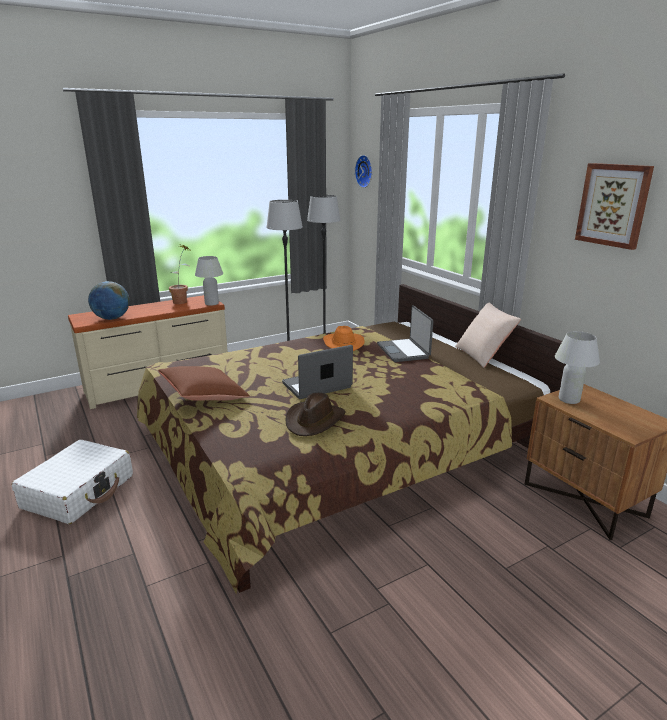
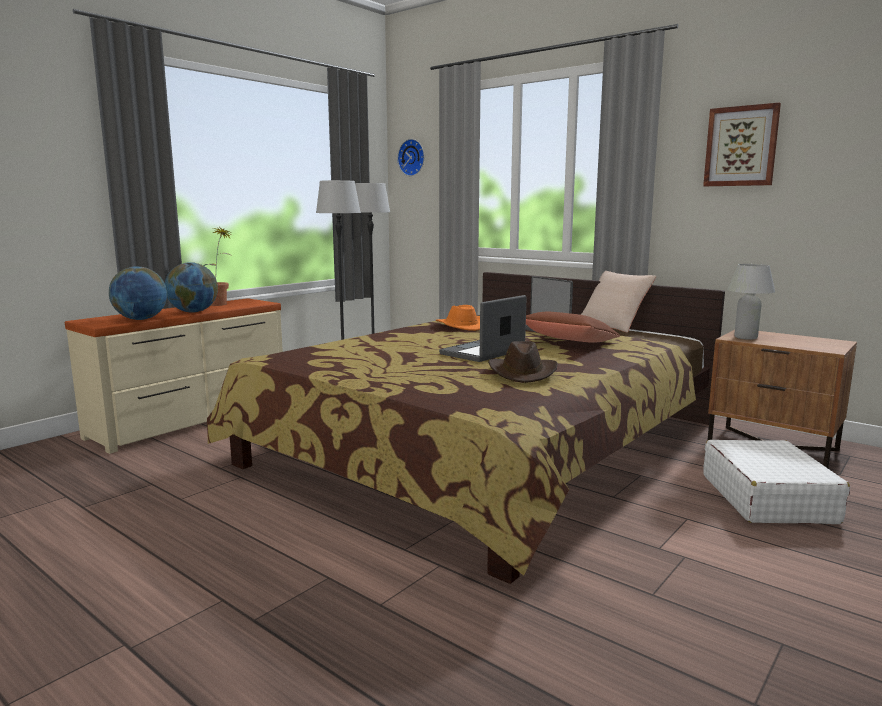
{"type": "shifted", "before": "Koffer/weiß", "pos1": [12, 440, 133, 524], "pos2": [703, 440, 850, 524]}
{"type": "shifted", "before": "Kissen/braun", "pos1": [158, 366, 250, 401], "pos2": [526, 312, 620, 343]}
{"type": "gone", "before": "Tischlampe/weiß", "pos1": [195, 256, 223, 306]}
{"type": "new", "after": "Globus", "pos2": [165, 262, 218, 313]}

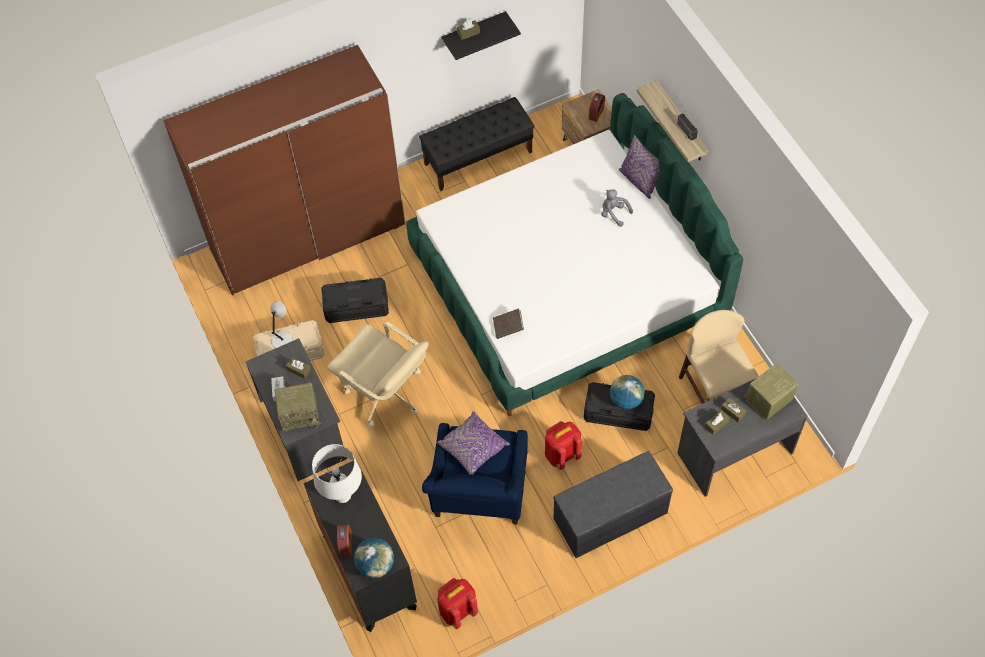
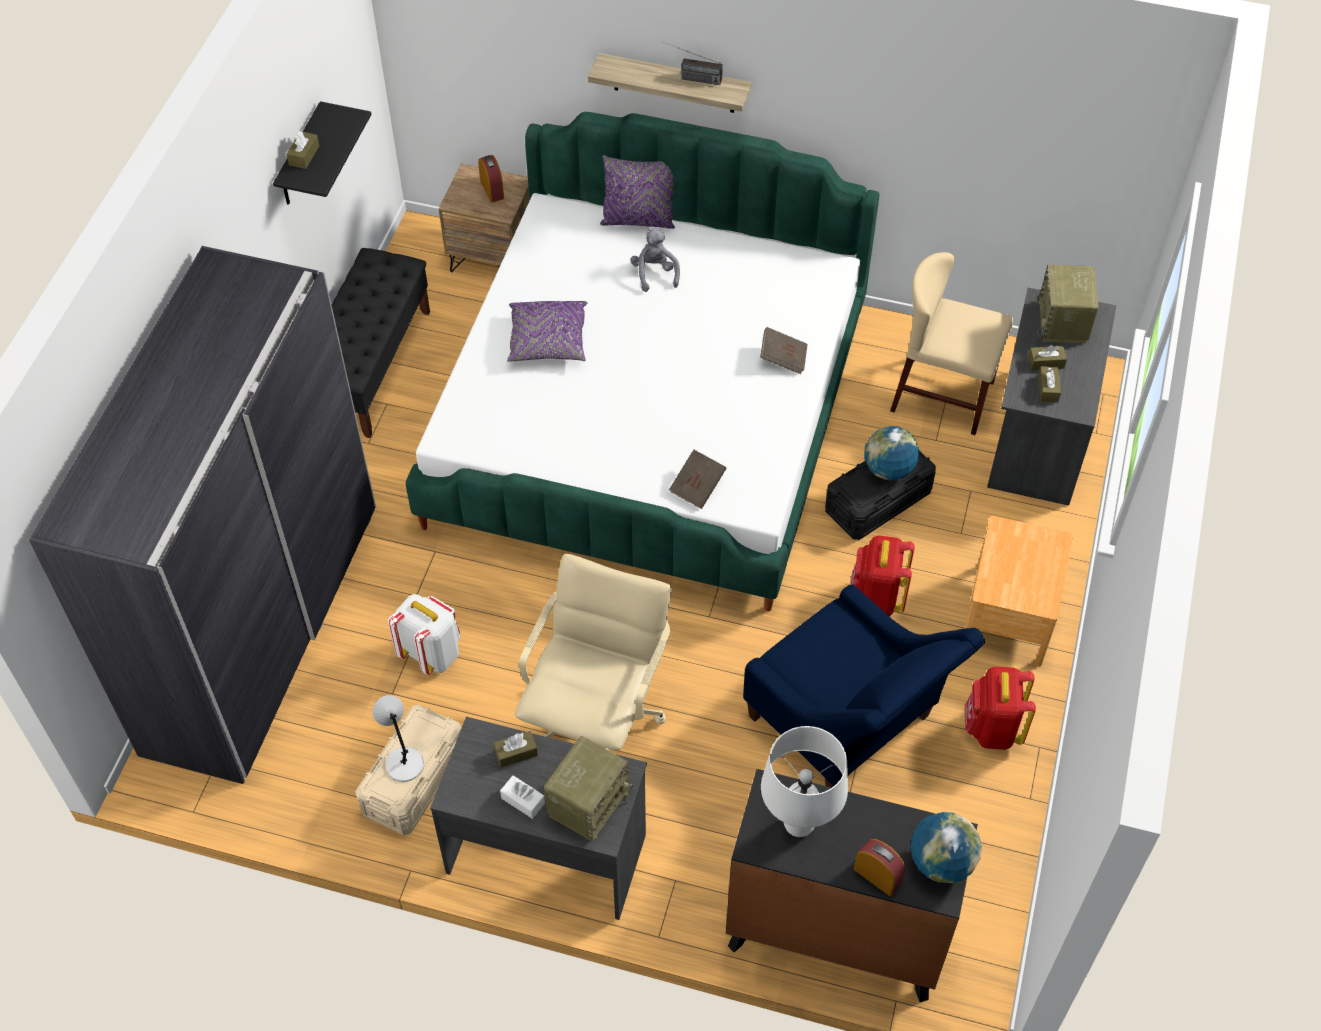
{"type": "repainted", "before": "Kleiderschrank/braun", "after": "Kleiderschrank/grau", "pos1": [163, 45, 405, 296], "pos2": [29, 246, 376, 784]}
{"type": "swapped", "before": "Aufbewahrungsbox/schwarz", "after": "Rucksack/weiß", "pos1": [321, 278, 389, 323], "pos2": [388, 594, 460, 675]}
{"type": "rotated", "before": "Bürostuhl/beige", "pos1": [327, 321, 428, 427], "pos2": [515, 554, 672, 751], "turn": -60}
{"type": "shifted", "before": "Kissen/lila", "pos1": [437, 411, 510, 475], "pos2": [507, 301, 588, 362]}
{"type": "shifted", "before": "Rucksack/rot", "pos1": [437, 578, 478, 629], "pos2": [965, 666, 1036, 750]}
{"type": "swapped", "before": "Bank/grau", "after": "Nachttisch/braun", "pos1": [553, 451, 673, 558], "pos2": [964, 516, 1073, 667]}
{"type": "rotated", "before": "Plüschtier/grau", "pos1": [601, 190, 633, 227], "pos2": [630, 227, 680, 292], "turn": 90}
{"type": "new", "after": "Buch/braun", "pos2": [760, 327, 808, 374]}

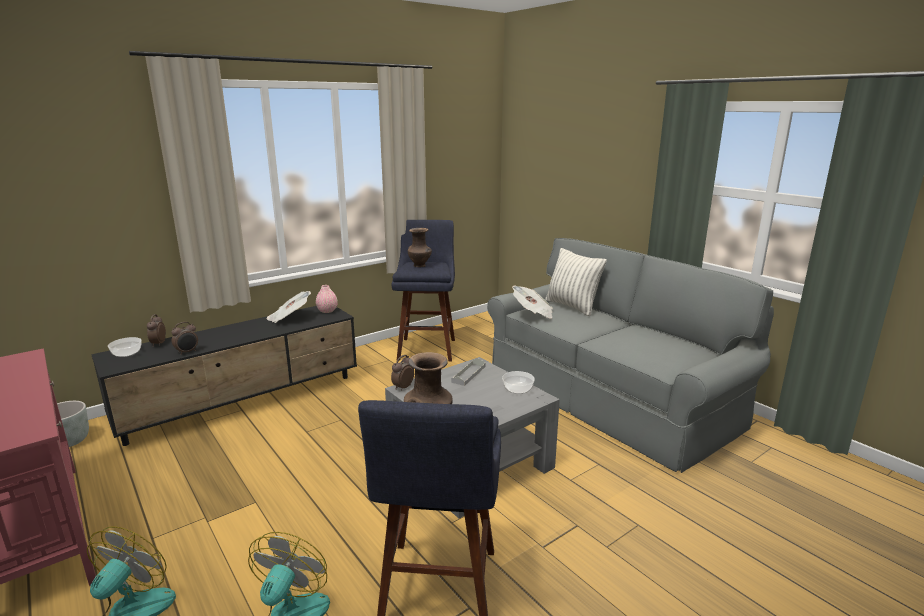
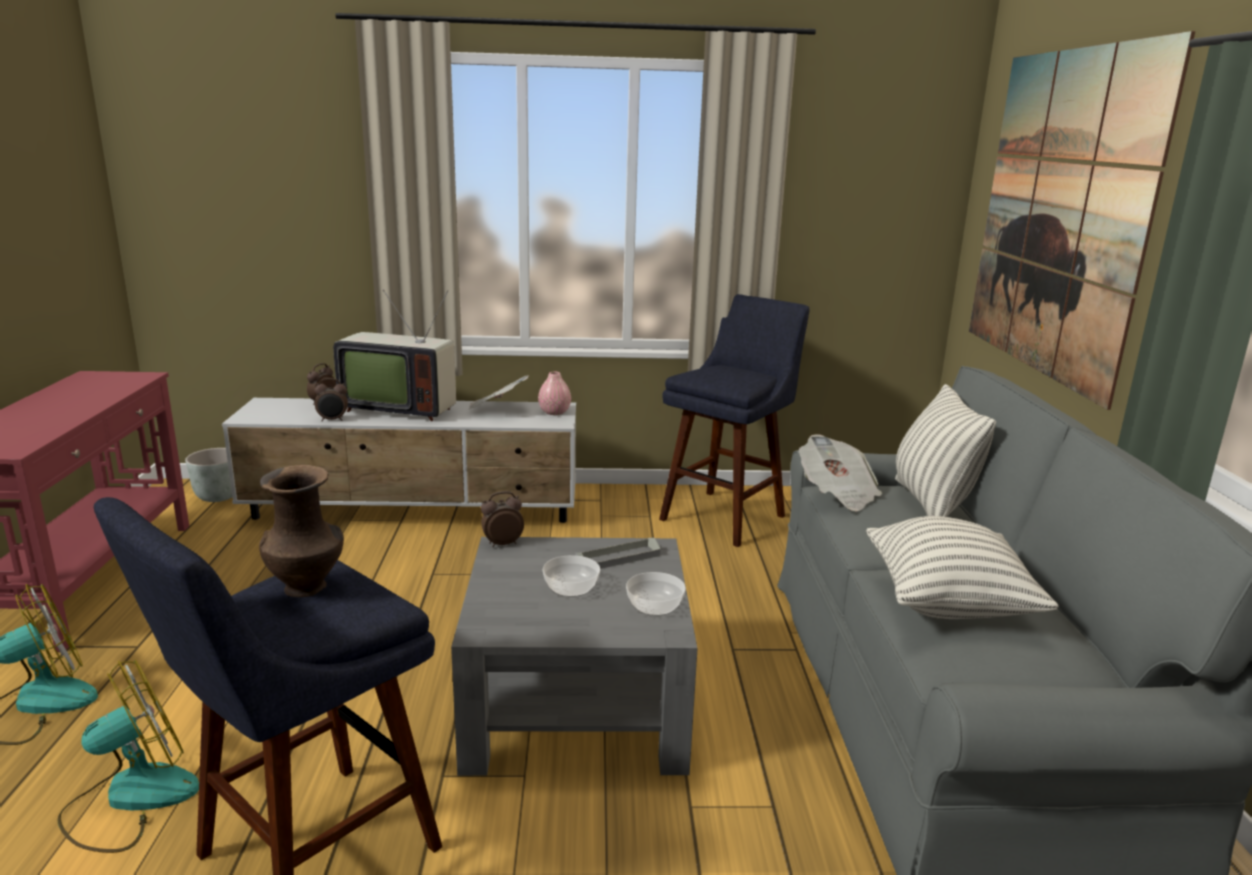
{"type": "repainted", "before": "Fernsehschrank/schwarz", "after": "Fernsehschrank/weiß", "pos1": [91, 306, 357, 446], "pos2": [222, 398, 576, 523]}
{"type": "shifted", "before": "Schüssel", "pos1": [108, 337, 142, 357], "pos2": [543, 555, 600, 597]}
{"type": "gone", "before": "Vase/braun", "pos1": [408, 228, 432, 267]}
{"type": "new", "after": "Fernseher", "pos2": [333, 290, 456, 421]}
{"type": "new", "after": "Kissen", "pos2": [866, 516, 1059, 619]}
{"type": "new", "after": "Bild", "pos2": [969, 31, 1195, 410]}

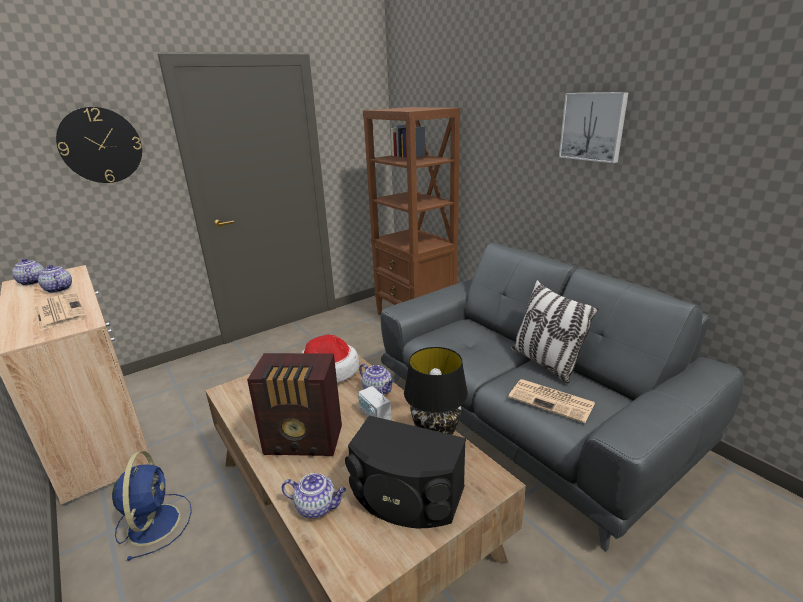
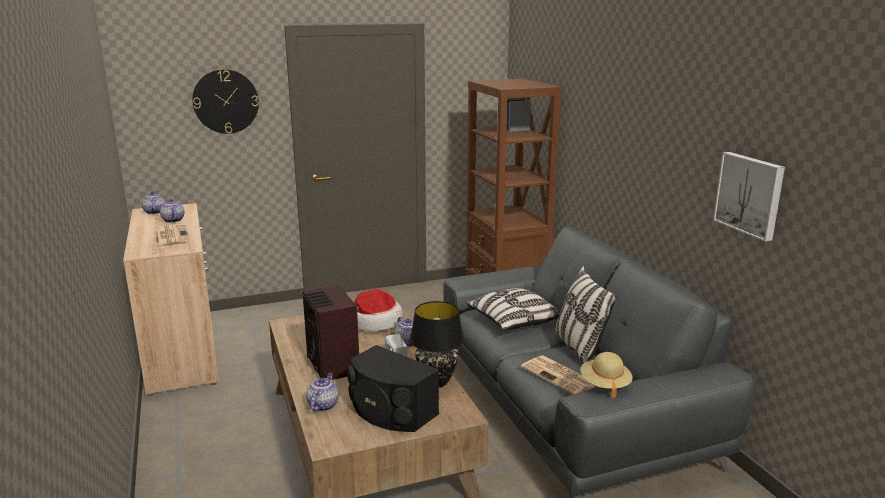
{"type": "gone", "before": "Ventilator/blau", "pos1": [112, 451, 192, 561]}
{"type": "rotated", "before": "Radio", "pos1": [247, 353, 342, 456], "pos2": [303, 285, 359, 380], "turn": 45}
{"type": "rotated", "before": "Teekanne", "pos1": [282, 473, 347, 518], "pos2": [306, 373, 339, 411], "turn": -105}
{"type": "shifted", "before": "Bild", "pos1": [559, 92, 629, 163], "pos2": [713, 152, 785, 242]}
{"type": "new", "after": "Kissen", "pos2": [466, 288, 561, 330]}
{"type": "new", "after": "Hut/beige", "pos2": [581, 352, 633, 398]}

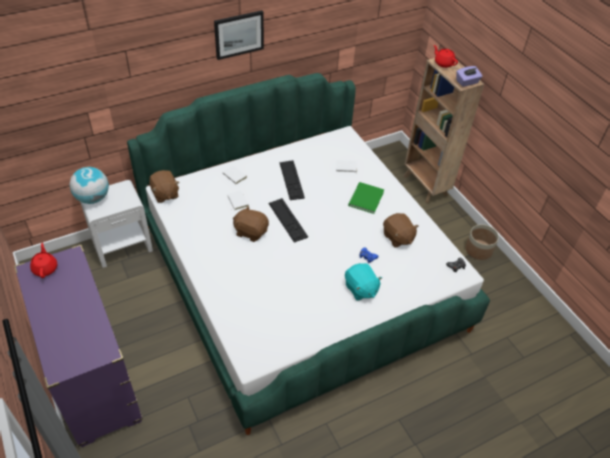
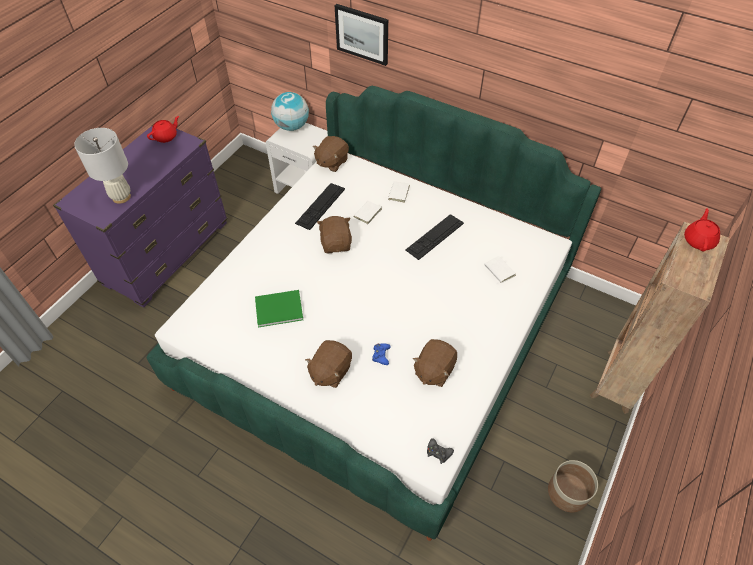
{"type": "shifted", "before": "Bild", "pos1": [214, 10, 264, 60], "pos2": [335, 4, 388, 66]}
{"type": "shifted", "before": "Tastatur", "pos1": [268, 198, 308, 243], "pos2": [295, 183, 345, 230]}
{"type": "repainted", "before": "Plüschtier/türkis", "after": "Plüschtier/braun", "pos1": [345, 263, 382, 301], "pos2": [305, 340, 352, 388]}
{"type": "shifted", "before": "Buch/grün", "pos1": [348, 182, 384, 214], "pos2": [255, 290, 303, 327]}
{"type": "gone", "before": "Taschentuchbox/lila", "pos1": [456, 66, 482, 87]}
{"type": "new", "after": "Tischlampe/weiß", "pos2": [74, 128, 131, 204]}

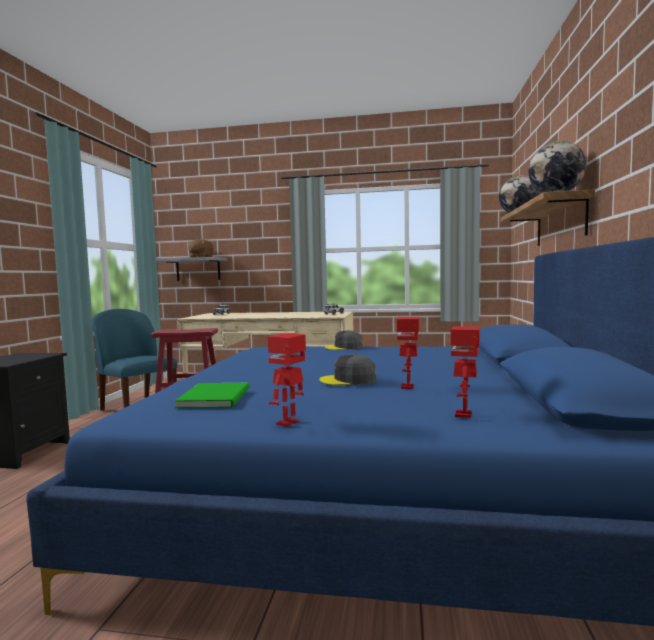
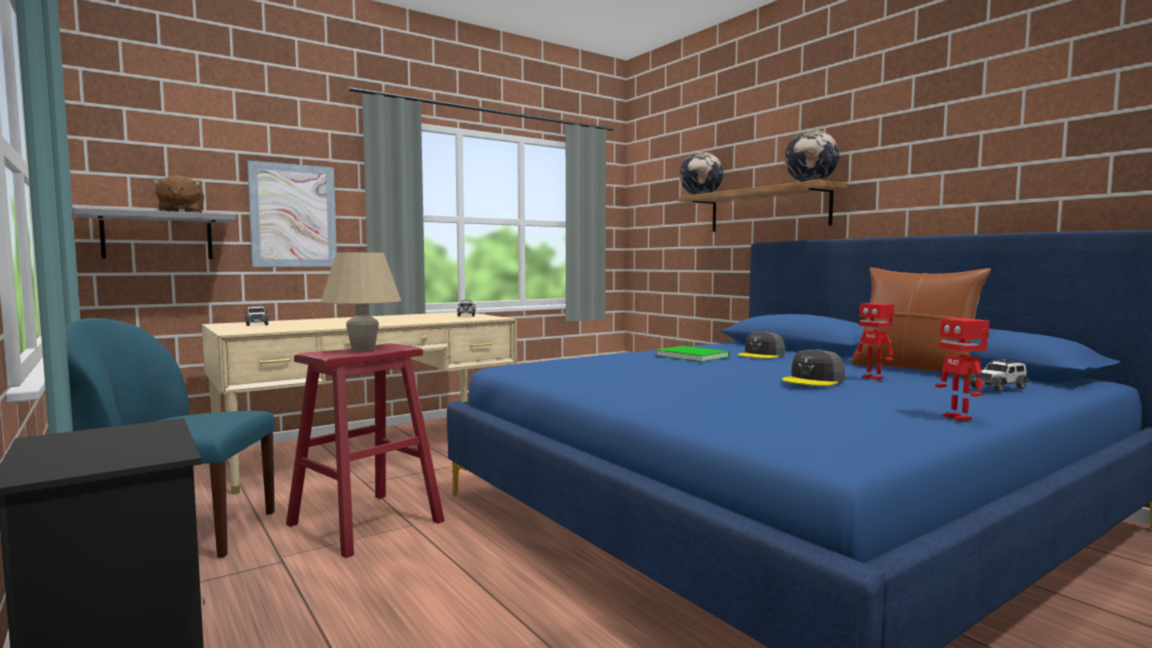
{"type": "shifted", "before": "Buch/grün", "pos1": [175, 383, 249, 408], "pos2": [656, 346, 730, 362]}
{"type": "shifted", "before": "Kappe/grau", "pos1": [325, 330, 363, 350], "pos2": [738, 331, 785, 359]}
{"type": "swapped", "before": "Spielzeugroboter", "after": "Spielzeugauto", "pos1": [450, 326, 480, 418], "pos2": [969, 359, 1029, 392]}
{"type": "new", "after": "Bild", "pos2": [247, 160, 337, 267]}
{"type": "new", "after": "Tischlampe/beige", "pos2": [321, 252, 401, 351]}
{"type": "new", "after": "Kissen/braun", "pos2": [851, 268, 991, 378]}

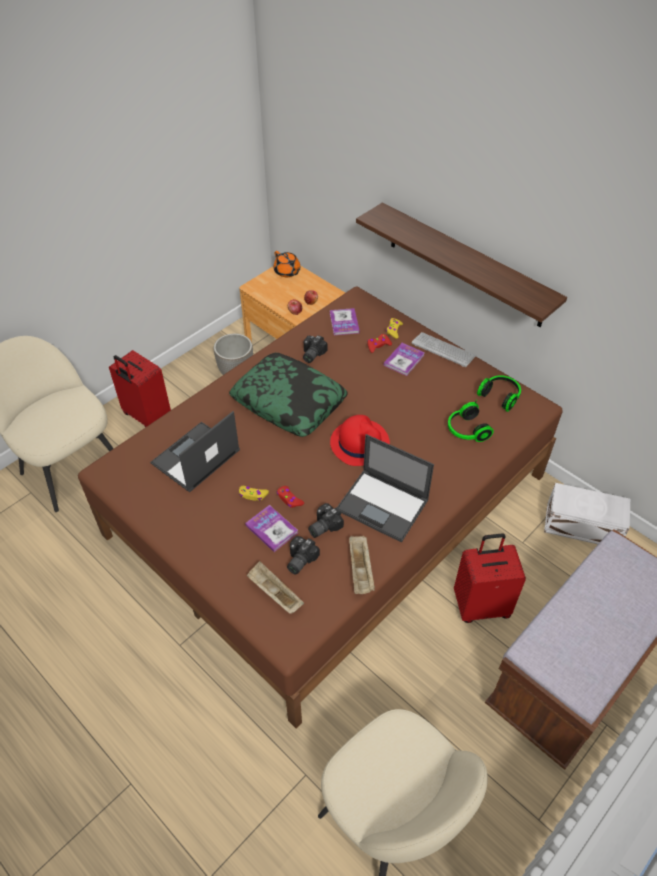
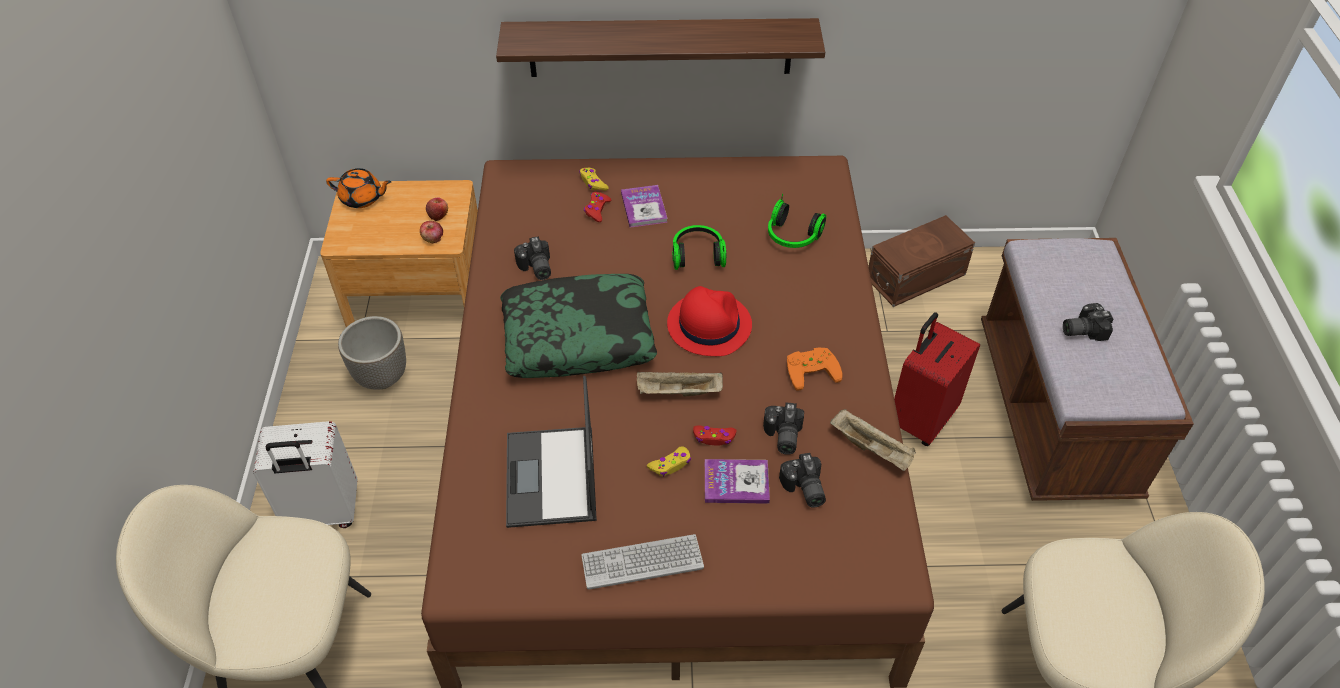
{"type": "repainted", "before": "Koffer/rot", "after": "Koffer/weiß", "pos1": [109, 350, 171, 427], "pos2": [253, 421, 358, 528]}
{"type": "shifted", "before": "Tablett/beige", "pos1": [247, 561, 304, 614], "pos2": [637, 372, 723, 396]}
{"type": "gone", "before": "Buch", "pos1": [330, 308, 360, 335]}
{"type": "swapped", "before": "Laptop", "after": "Gamepad/orange", "pos1": [337, 434, 434, 542], "pos2": [787, 348, 842, 391]}
{"type": "shifted", "before": "Tastatur", "pos1": [412, 332, 476, 367], "pos2": [581, 534, 704, 590]}
{"type": "shifted", "before": "Kopfhörer", "pos1": [477, 375, 521, 412], "pos2": [672, 225, 727, 270]}
{"type": "repainted", "before": "Aufbewahrungsbox/weiß", "after": "Aufbewahrungsbox/braun", "pos1": [544, 483, 630, 544], "pos2": [868, 215, 975, 307]}
{"type": "new", "after": "Kamera", "pos2": [1063, 303, 1114, 341]}

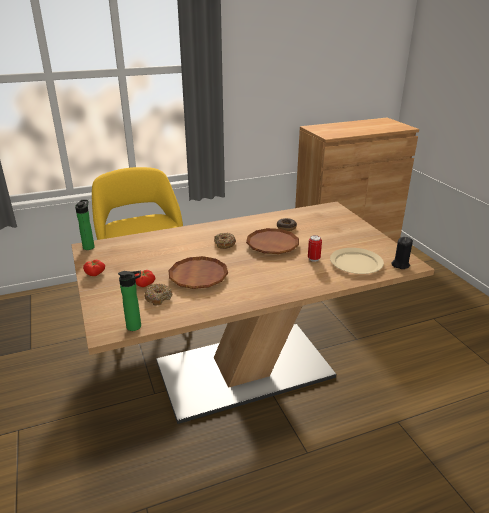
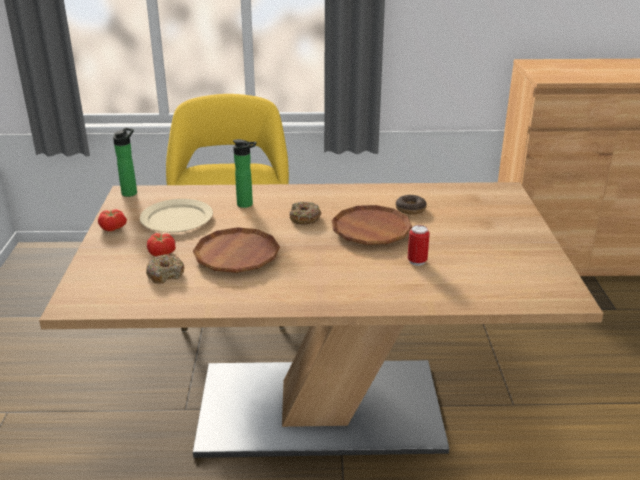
{"type": "shifted", "before": "Flasche", "pos1": [118, 271, 141, 331], "pos2": [233, 139, 257, 208]}
{"type": "shifted", "before": "Teller/beige", "pos1": [330, 248, 384, 274], "pos2": [140, 199, 213, 232]}
{"type": "gone", "before": "Kerze/schwarz", "pos1": [391, 237, 413, 269]}

